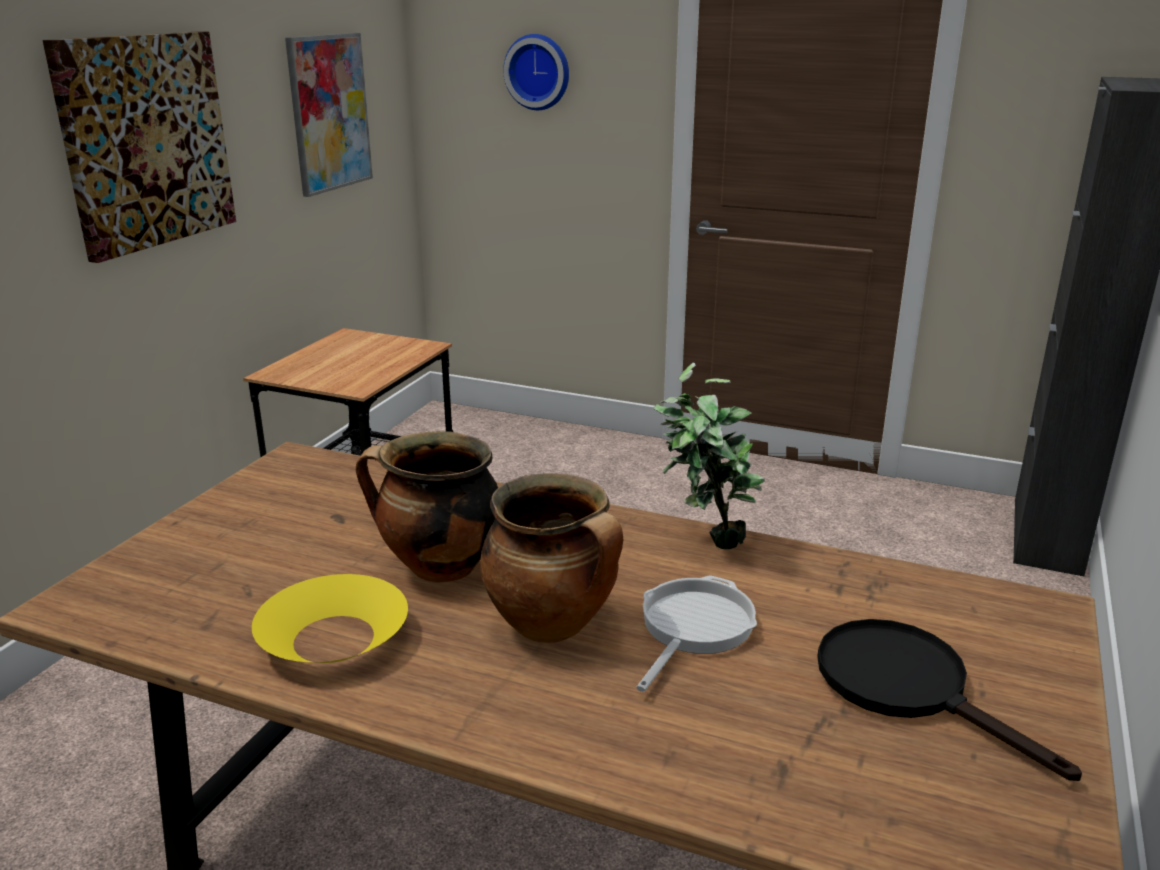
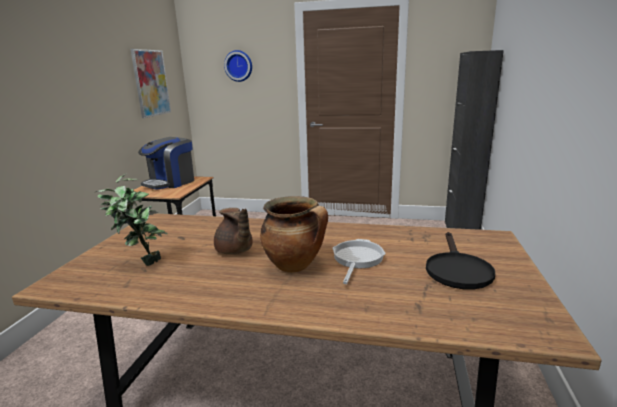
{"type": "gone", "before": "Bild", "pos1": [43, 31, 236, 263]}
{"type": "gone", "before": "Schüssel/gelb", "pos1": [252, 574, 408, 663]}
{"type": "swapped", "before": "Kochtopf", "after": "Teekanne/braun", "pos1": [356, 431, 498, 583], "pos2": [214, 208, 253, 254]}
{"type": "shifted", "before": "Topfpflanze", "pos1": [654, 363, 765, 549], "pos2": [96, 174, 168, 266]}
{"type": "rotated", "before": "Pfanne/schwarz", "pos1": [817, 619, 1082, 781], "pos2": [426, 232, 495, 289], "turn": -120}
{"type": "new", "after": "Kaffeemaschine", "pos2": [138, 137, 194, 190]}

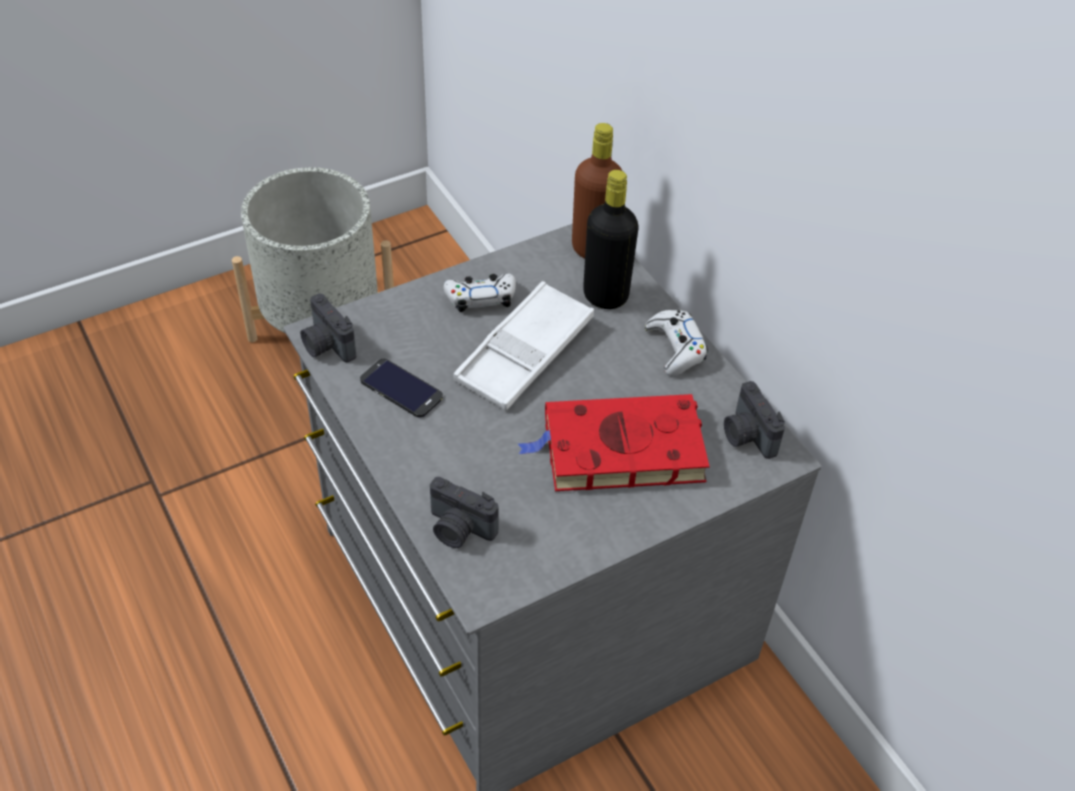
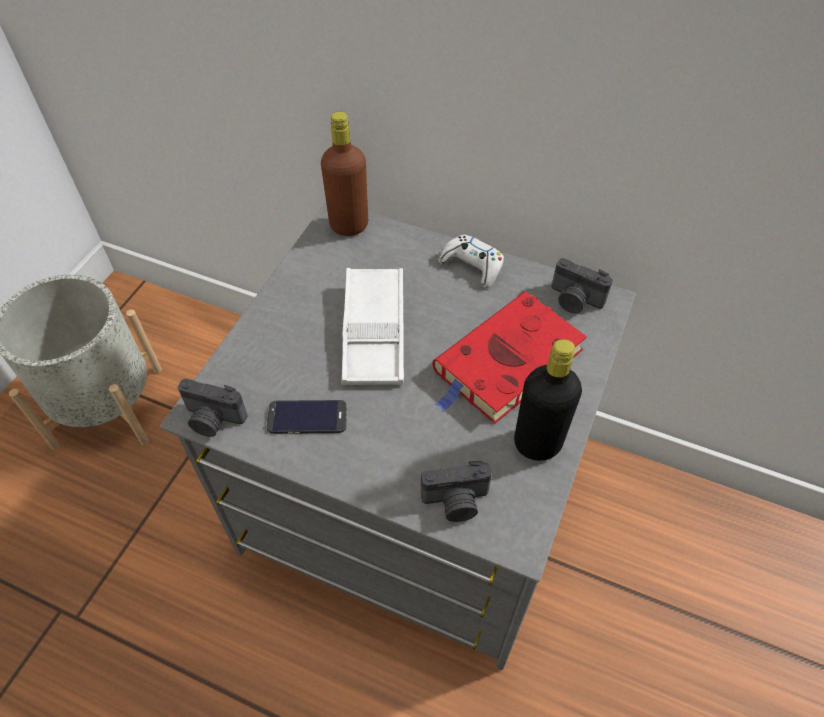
{"type": "gone", "before": "Gamepad/weiß", "pos1": [444, 273, 516, 312]}
{"type": "shifted", "before": "Flasche/schwarz", "pos1": [583, 170, 639, 309], "pos2": [514, 339, 582, 461]}

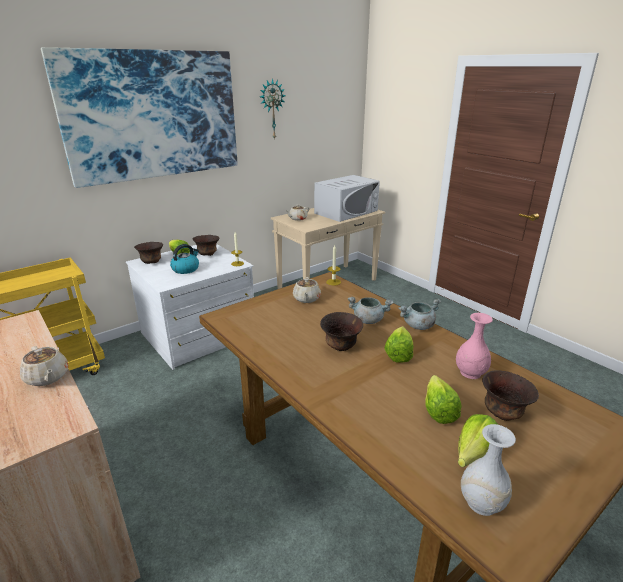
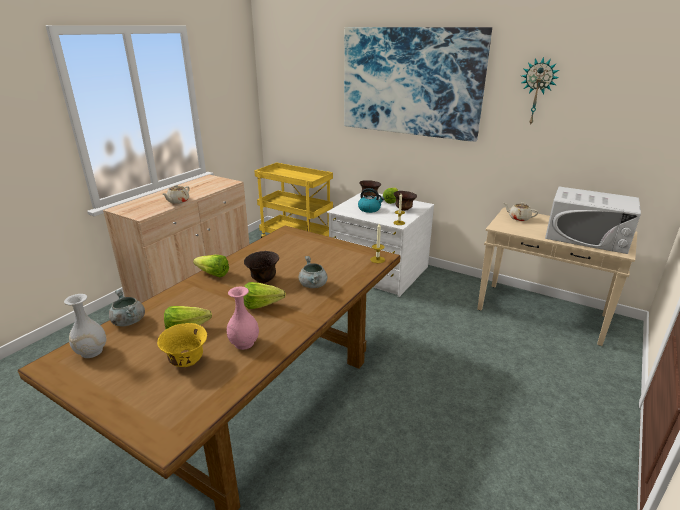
{"type": "gone", "before": "Teekanne/beige", "pos1": [293, 277, 321, 303]}
{"type": "shifted", "before": "Kochtopf/grau", "pos1": [399, 298, 441, 330], "pos2": [109, 290, 145, 326]}
{"type": "shifted", "before": "Salatkopf", "pos1": [458, 414, 498, 467], "pos2": [193, 255, 229, 277]}
{"type": "repainted", "before": "Schüssel/braun", "after": "Schüssel/gelb", "pos1": [482, 370, 539, 421], "pos2": [157, 323, 207, 367]}

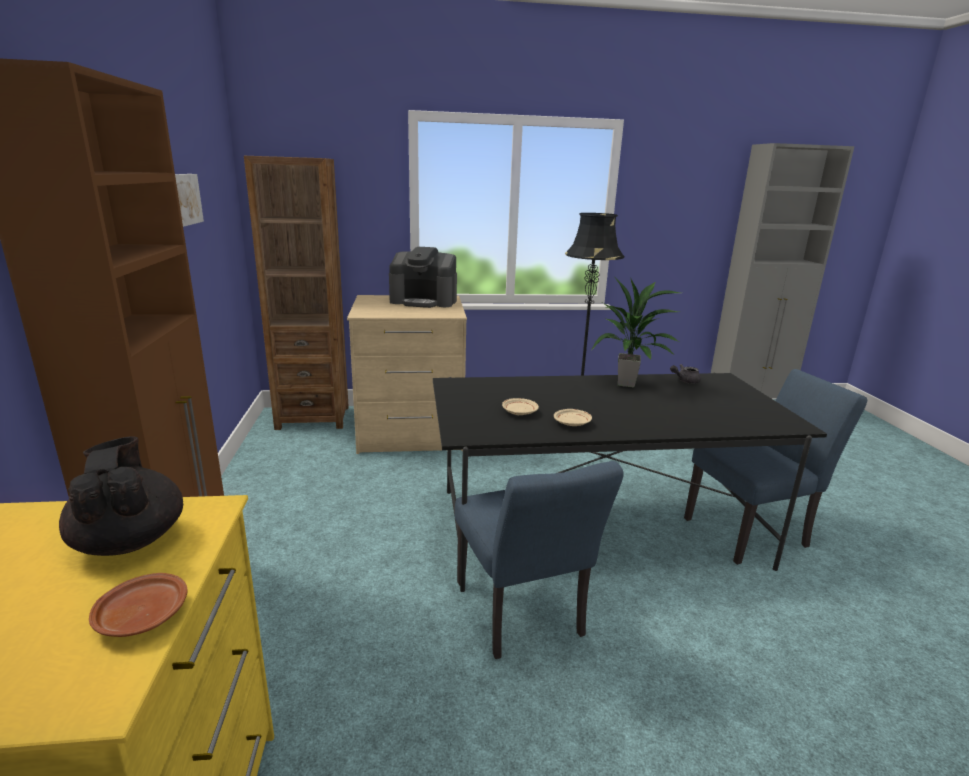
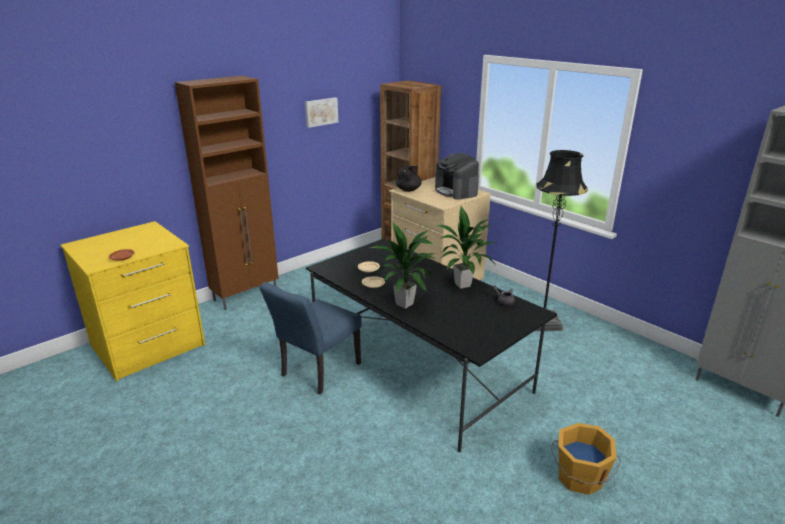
{"type": "shifted", "before": "Teekanne/schwarz", "pos1": [59, 436, 183, 556], "pos2": [396, 166, 422, 192]}
{"type": "gone", "before": "Stuhl/blau", "pos1": [684, 369, 867, 565]}
{"type": "new", "after": "Topfpflanze", "pos2": [369, 221, 435, 309]}
{"type": "new", "after": "Eimer/orange", "pos2": [550, 423, 621, 495]}

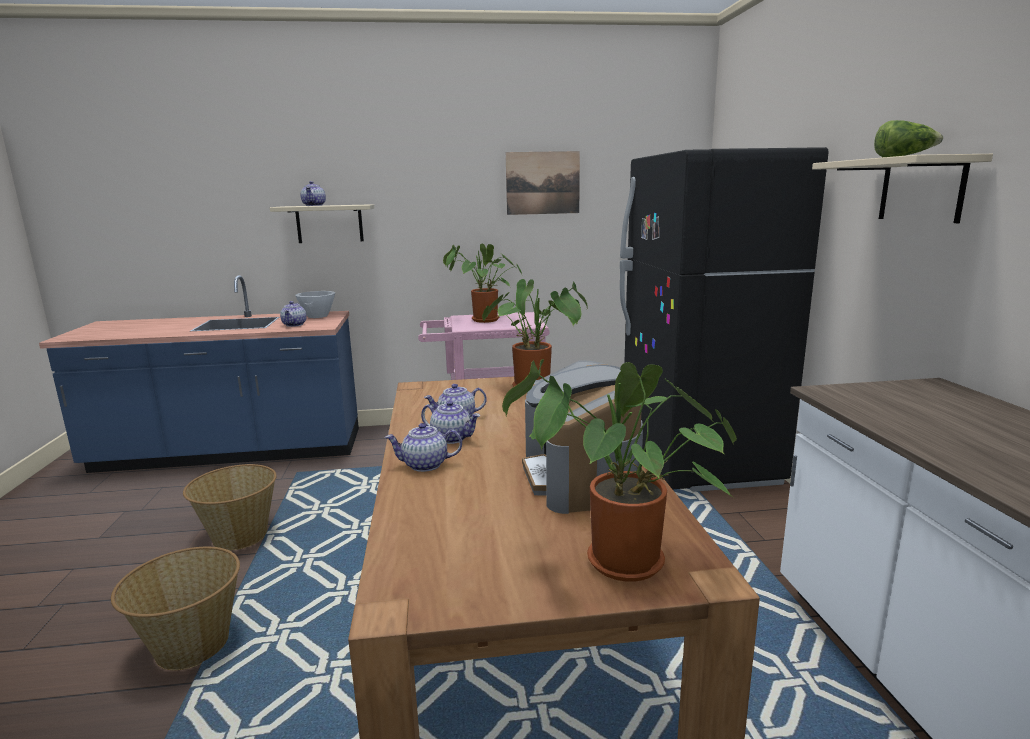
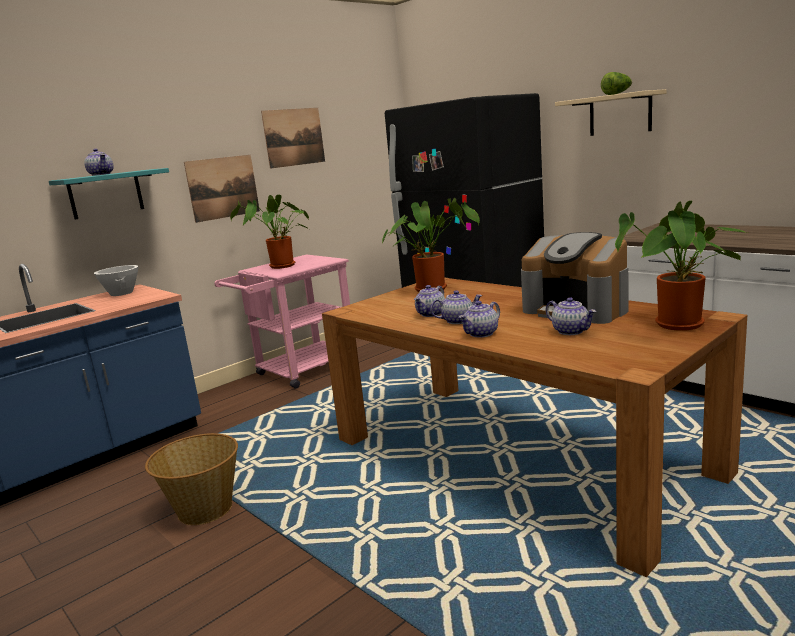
{"type": "gone", "before": "Korb", "pos1": [111, 547, 240, 670]}
{"type": "repainted", "before": "Wandregal/beige", "after": "Wandregal/türkis", "pos1": [270, 204, 374, 243], "pos2": [49, 168, 169, 219]}
{"type": "shifted", "before": "Teekanne", "pos1": [280, 301, 306, 327], "pos2": [546, 297, 596, 335]}
{"type": "new", "after": "Bild", "pos2": [184, 155, 260, 223]}

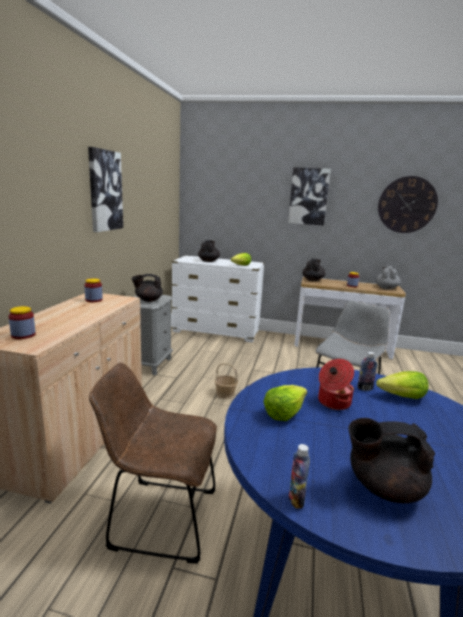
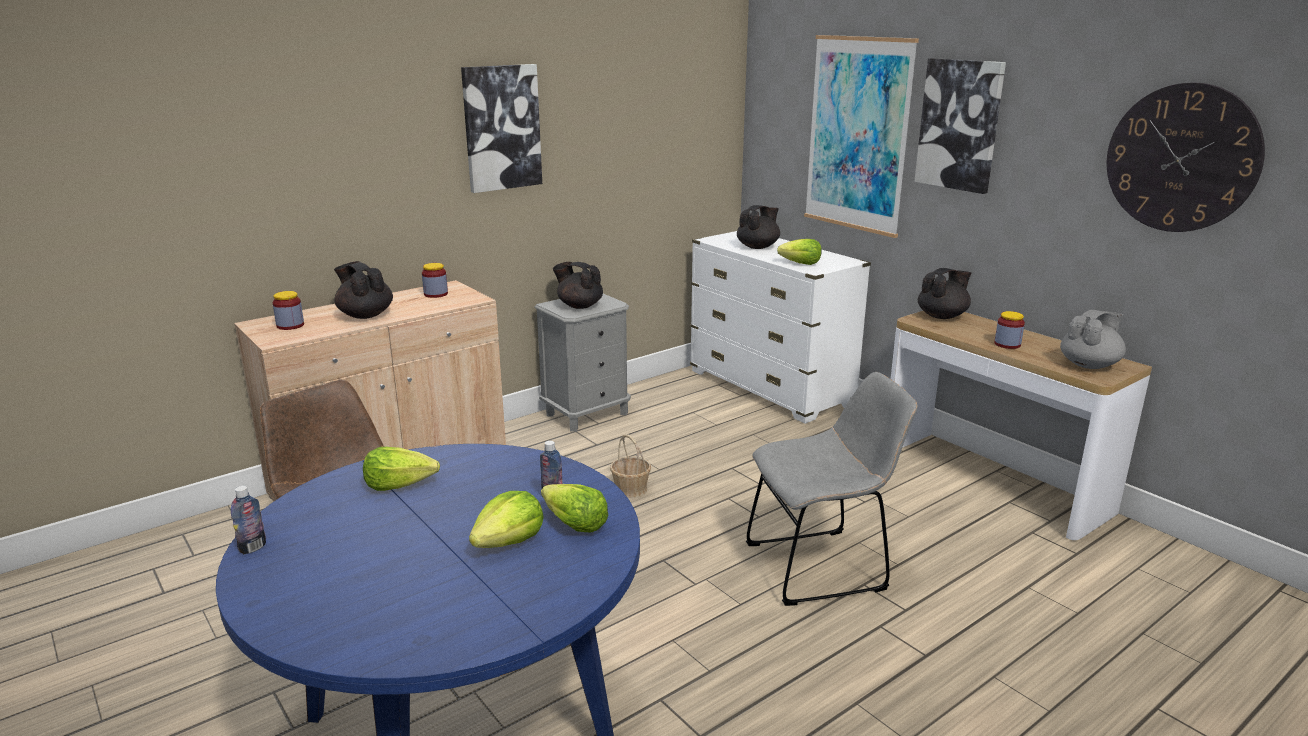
{"type": "gone", "before": "Kochtopf", "pos1": [318, 359, 354, 410]}
{"type": "shifted", "before": "Teekanne/schwarz", "pos1": [348, 418, 435, 503], "pos2": [334, 261, 393, 319]}
{"type": "new", "after": "Salatkopf", "pos2": [469, 491, 544, 548]}
{"type": "new", "after": "Bild", "pos2": [804, 35, 919, 238]}

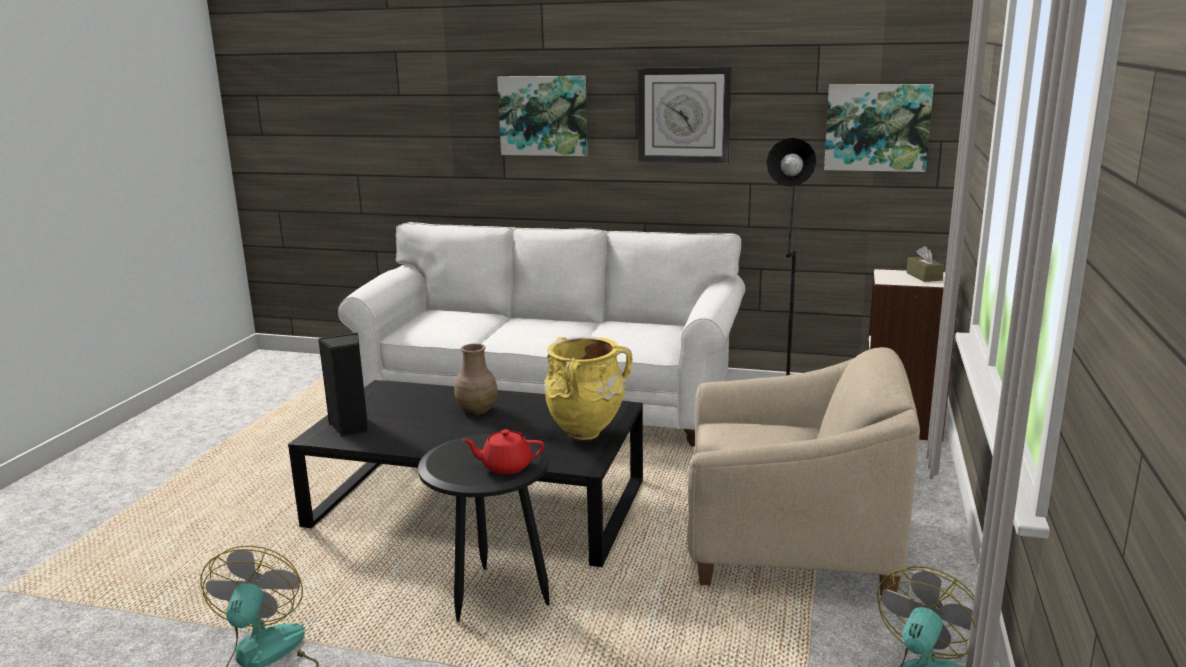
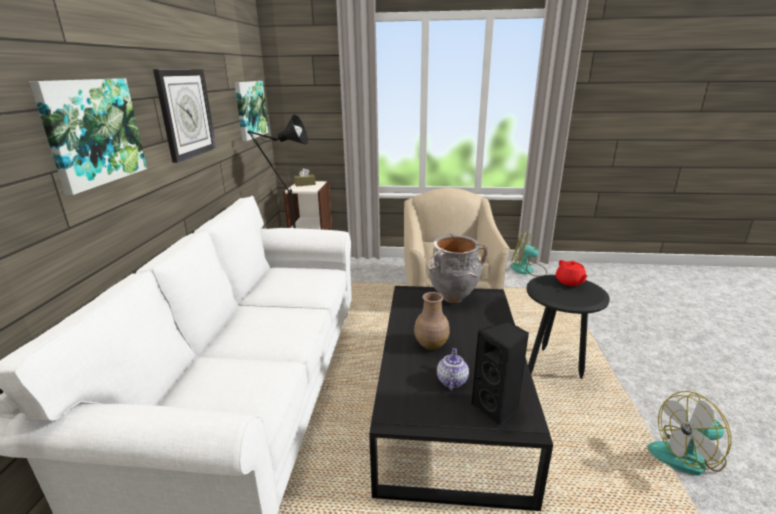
{"type": "repainted", "before": "Vase/gelb", "after": "Vase/grau", "pos1": [544, 336, 633, 440], "pos2": [427, 233, 488, 303]}
{"type": "new", "after": "Teekanne", "pos2": [437, 348, 469, 390]}

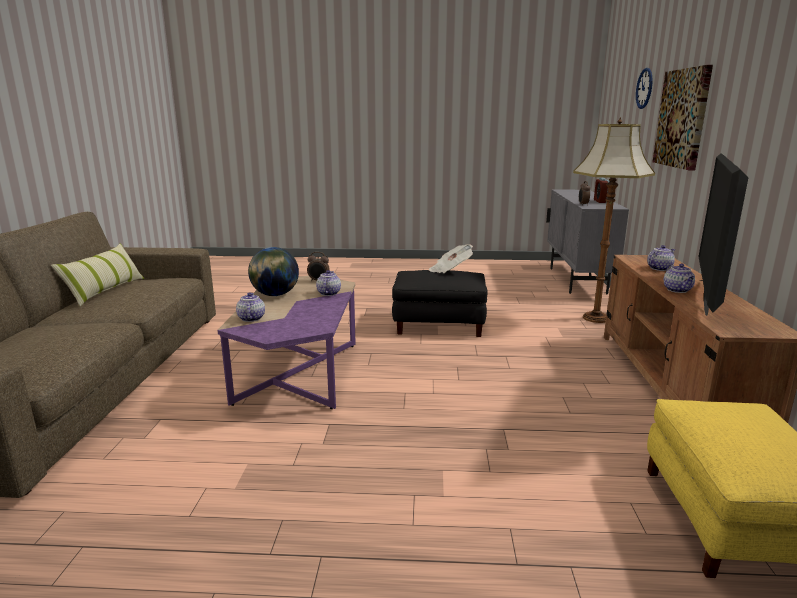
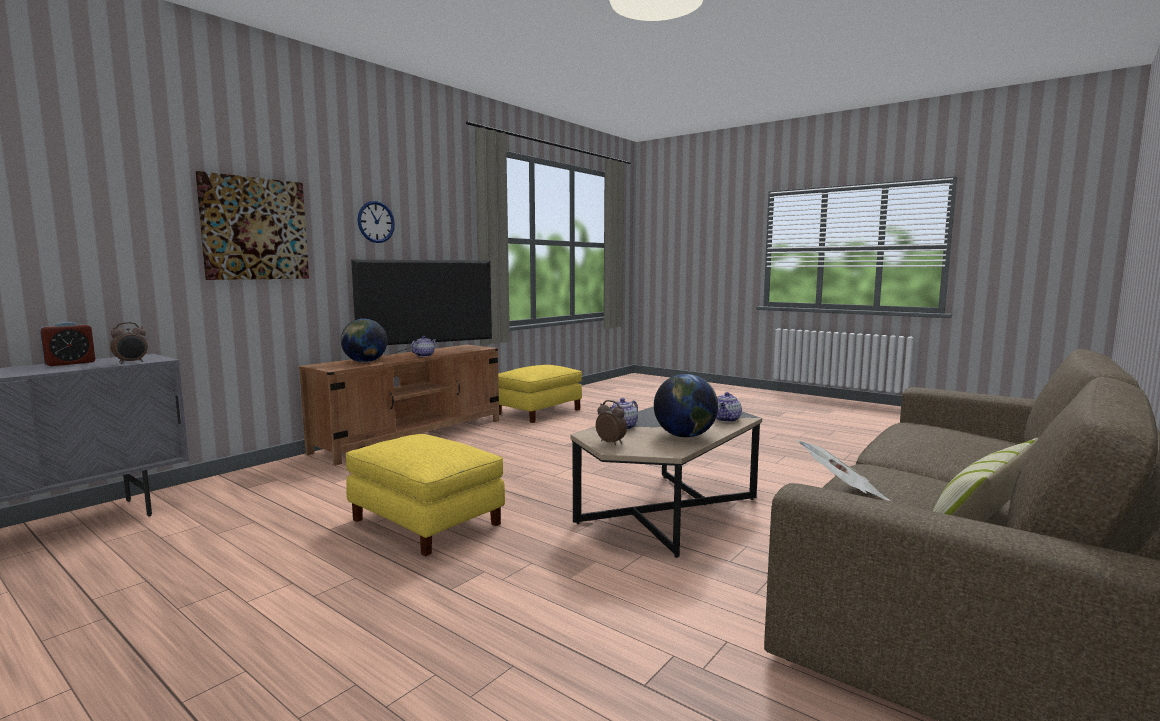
{"type": "repainted", "before": "Couchtisch/lila", "after": "Couchtisch/schwarz", "pos1": [217, 276, 356, 409], "pos2": [570, 406, 762, 558]}
{"type": "repainted", "before": "Polsterhocker/schwarz", "after": "Polsterhocker/gelb", "pos1": [392, 270, 488, 337], "pos2": [346, 434, 505, 556]}
{"type": "shifted", "before": "Zeitung", "pos1": [429, 244, 473, 273], "pos2": [796, 440, 891, 501]}
{"type": "gone", "before": "Stehlampe", "pos1": [573, 117, 655, 323]}
{"type": "shifted", "before": "Wanduhr", "pos1": [636, 68, 653, 109], "pos2": [358, 201, 395, 243]}
{"type": "swapped", "before": "Teekanne", "after": "Globus", "pos1": [647, 245, 675, 271], "pos2": [341, 319, 387, 362]}

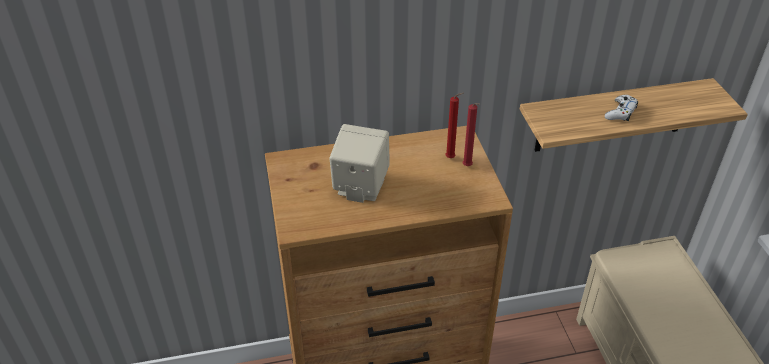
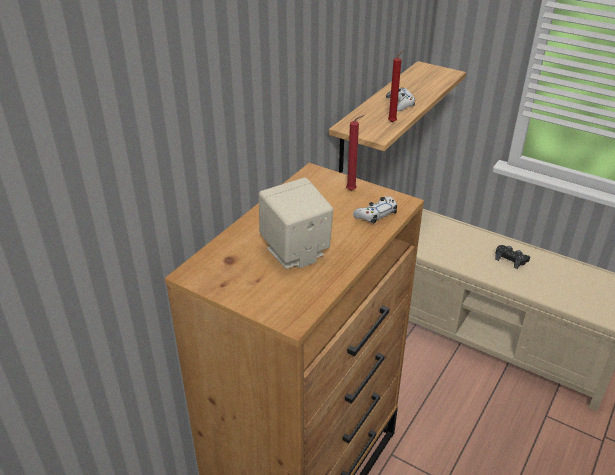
{"type": "shifted", "before": "Kerze/rot", "pos1": [445, 93, 463, 158], "pos2": [388, 50, 404, 122]}
{"type": "new", "after": "Gamepad/weiß", "pos2": [353, 196, 397, 224]}
{"type": "new", "after": "Gamepad/schwarz", "pos2": [495, 245, 530, 269]}

